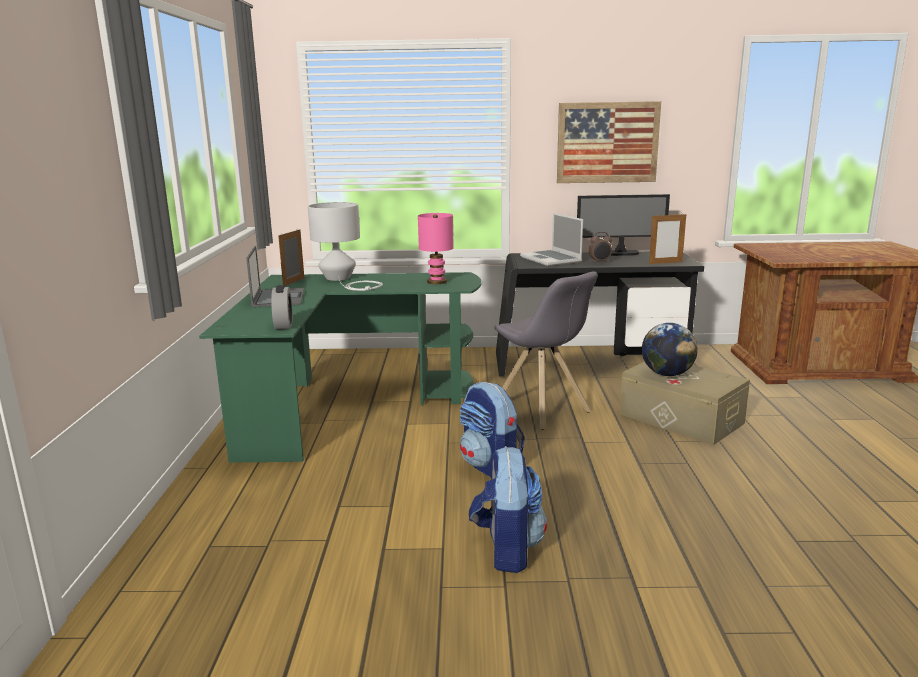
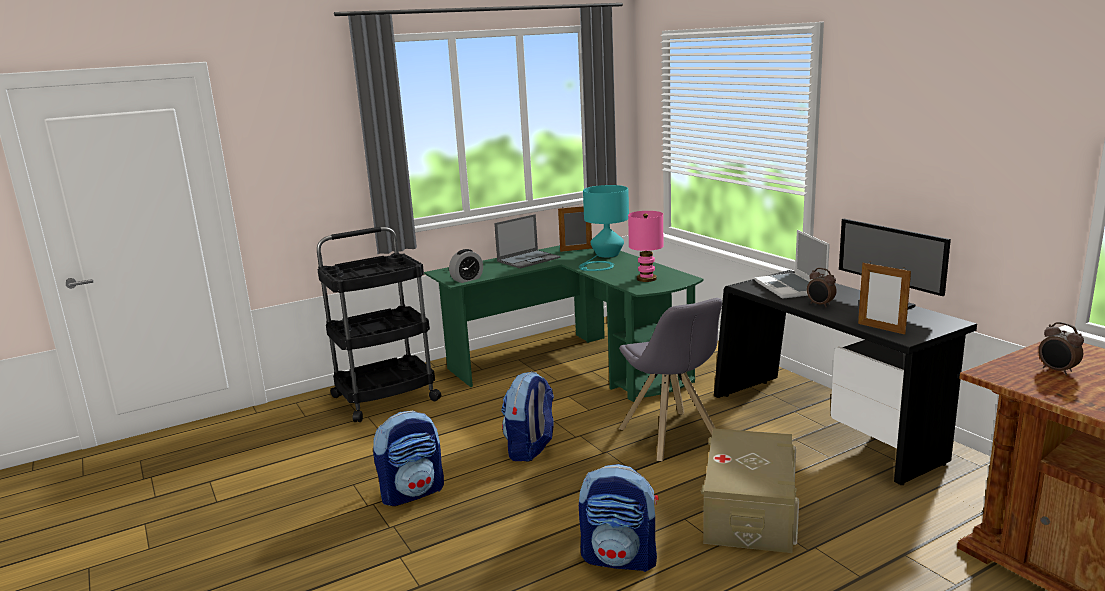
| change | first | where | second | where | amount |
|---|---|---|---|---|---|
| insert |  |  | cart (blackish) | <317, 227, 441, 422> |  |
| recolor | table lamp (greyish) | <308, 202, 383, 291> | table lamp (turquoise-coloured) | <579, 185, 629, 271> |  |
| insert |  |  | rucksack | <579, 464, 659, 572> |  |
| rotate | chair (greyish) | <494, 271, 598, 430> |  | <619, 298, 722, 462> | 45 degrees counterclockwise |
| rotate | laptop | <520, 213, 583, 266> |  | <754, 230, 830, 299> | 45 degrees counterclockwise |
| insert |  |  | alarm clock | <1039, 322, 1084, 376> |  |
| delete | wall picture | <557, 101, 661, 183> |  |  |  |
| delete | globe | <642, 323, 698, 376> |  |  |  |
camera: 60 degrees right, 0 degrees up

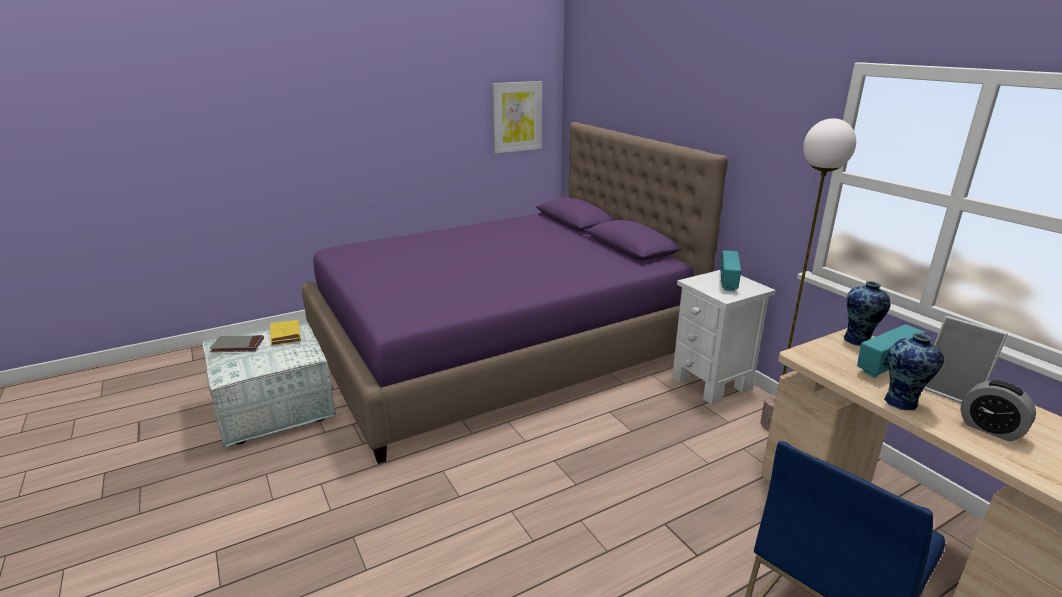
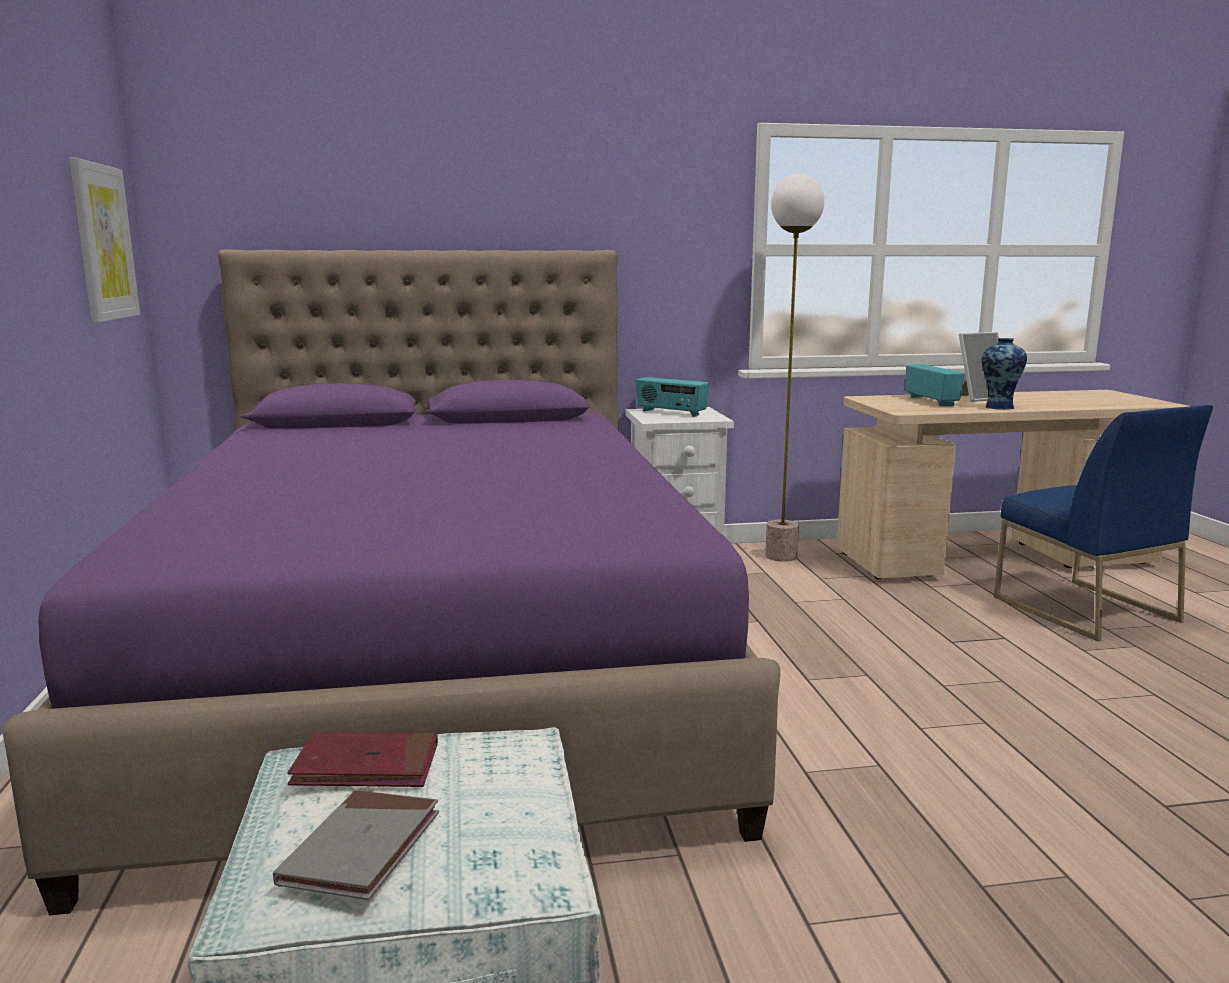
| change | first | where | second | where | amount |
|---|---|---|---|---|---|
| recolor | volume (yellow) | <270, 320, 301, 346> | volume (red-coloured) | <287, 732, 438, 787> |  |
| delete | decorative vase | <844, 281, 891, 346> |  |  |  |
| delete | alarm clock | <960, 380, 1036, 441> |  |  |  |
camera: 70 degrees left, 10 degrees down

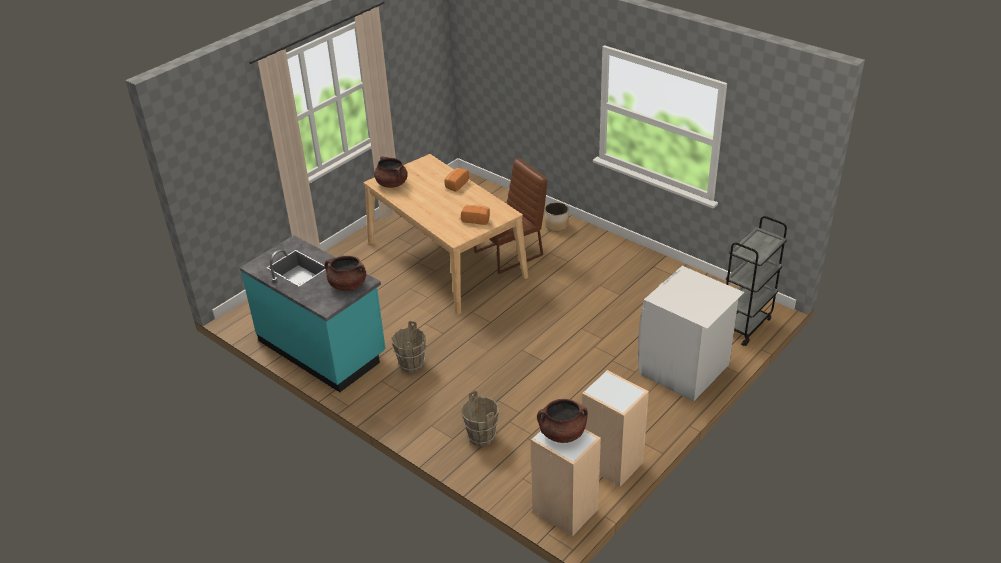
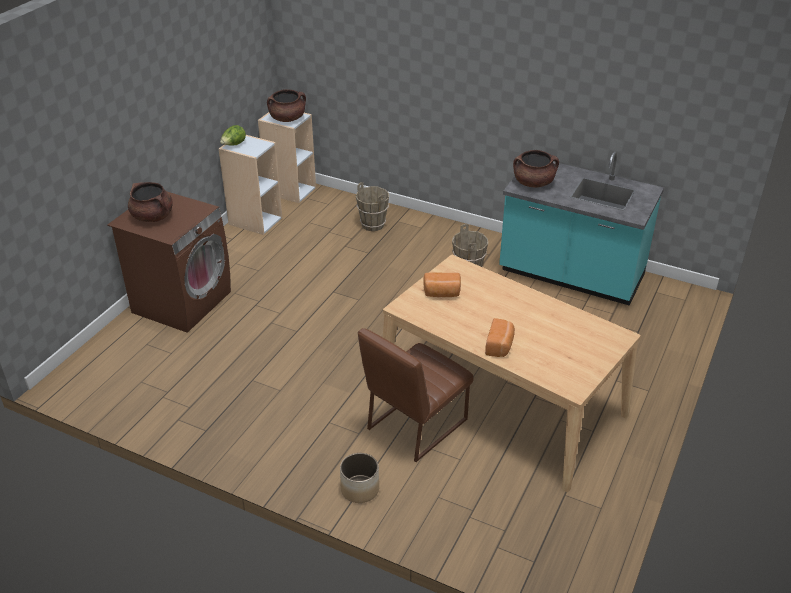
| change | first | where | second | where | amount |
|---|---|---|---|---|---|
| recolor | laundry machine (whitish) | <638, 266, 744, 401> | laundry machine (brown-coloured) | <107, 192, 231, 333> |  |
| move | stockpot (brown-coloured) | <374, 156, 408, 188> |  | <128, 182, 173, 222> |  |
| insert |  |  | lettuce head | <220, 125, 246, 145> |  |
| delete | cart (greyish) | <726, 216, 787, 346> |  |  |  |
camera: 165 degrees right, 0 degrees up

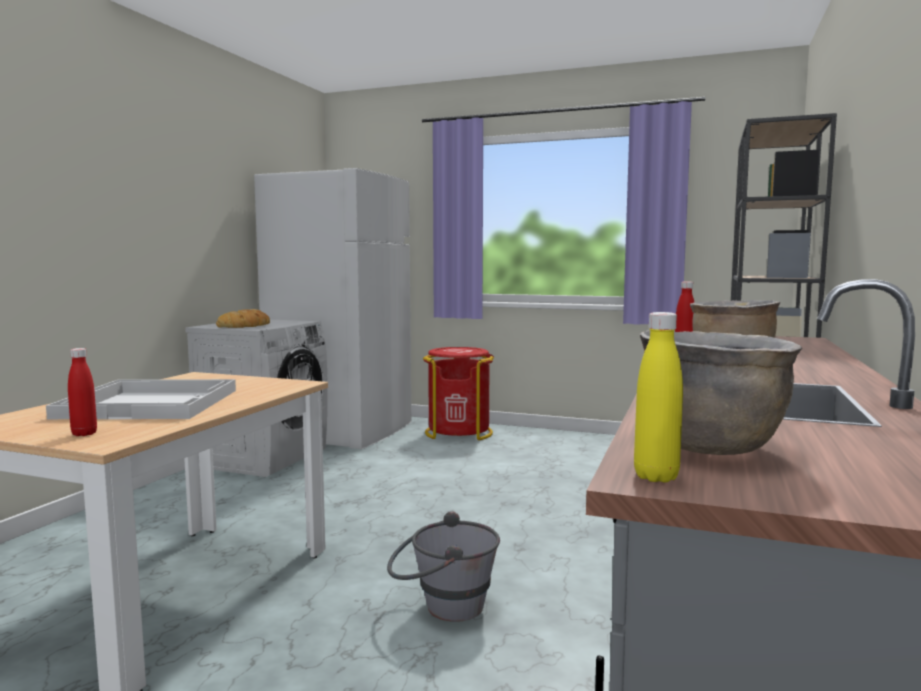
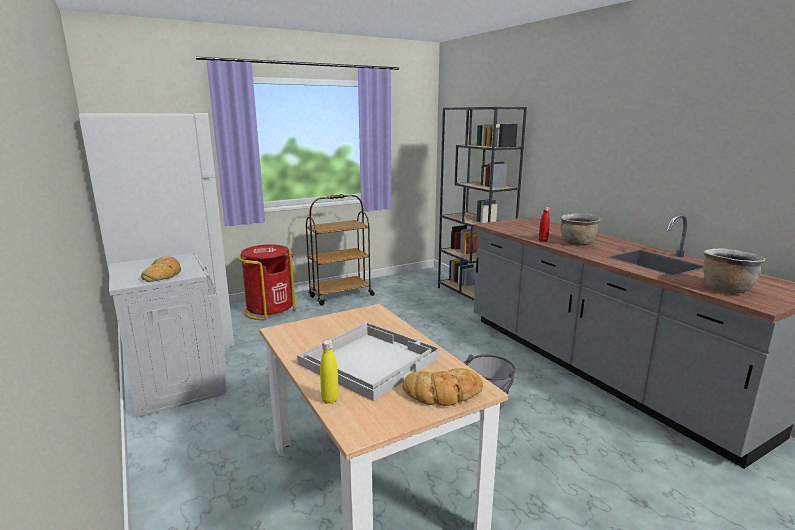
| change | first | where | second | where | amount |
|---|---|---|---|---|---|
| insert |  |  | cart (brown-coloured) | <306, 194, 375, 306> |  |
| move | beverage bottle (yellow) | <634, 312, 683, 483> |  | <320, 340, 339, 404> |  |
| replace | beverage bottle (red-coloured) | <68, 348, 97, 436> | bakery bread | <402, 368, 483, 406> |  |
camera: 50 degrees left, 10 degrees up

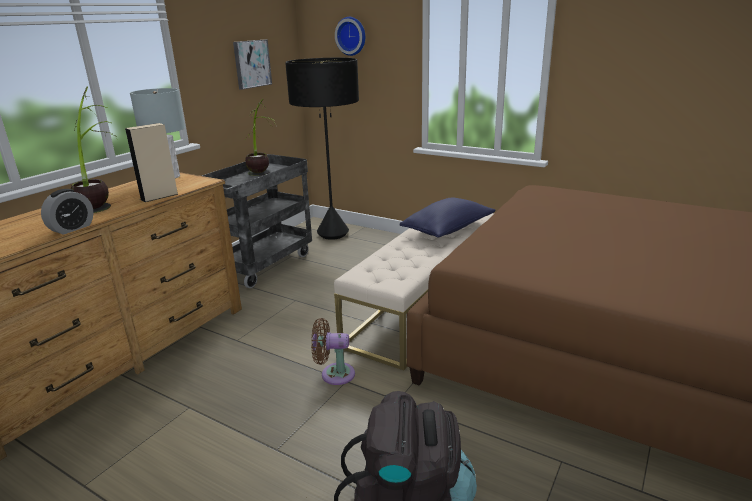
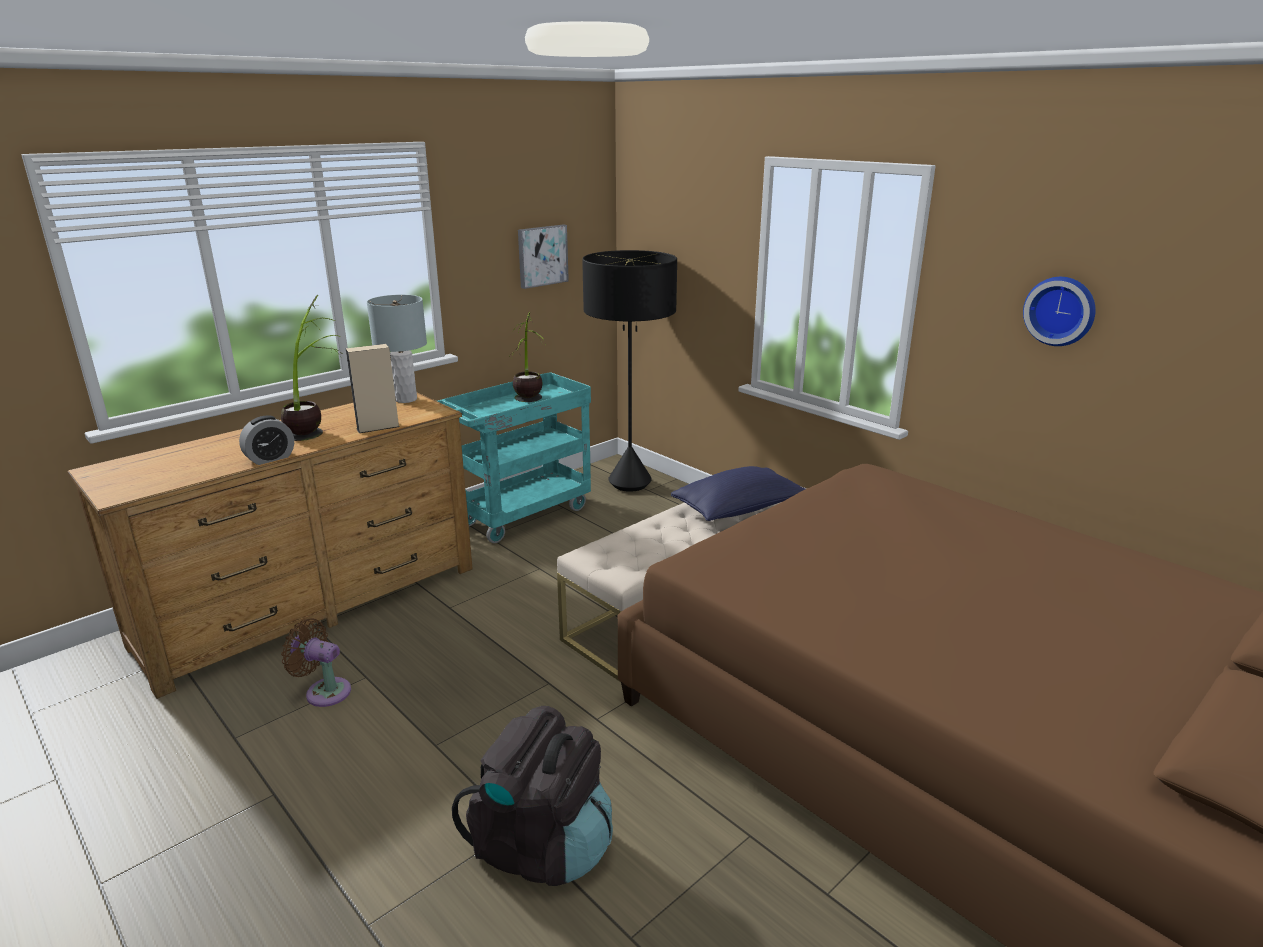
| change | first | where | second | where | amount |
|---|---|---|---|---|---|
| move | cooling fan (brown-coloured) | <311, 318, 355, 385> |  | <281, 618, 351, 707> |  |
| recolor | cart (blackish) | <202, 154, 312, 288> | cart (turquoise-coloured) | <437, 372, 591, 543> |  |
| move | clock on the wall | <335, 17, 365, 56> |  | <1023, 277, 1096, 346> |  |
camera: 15 degrees right, 0 degrees up

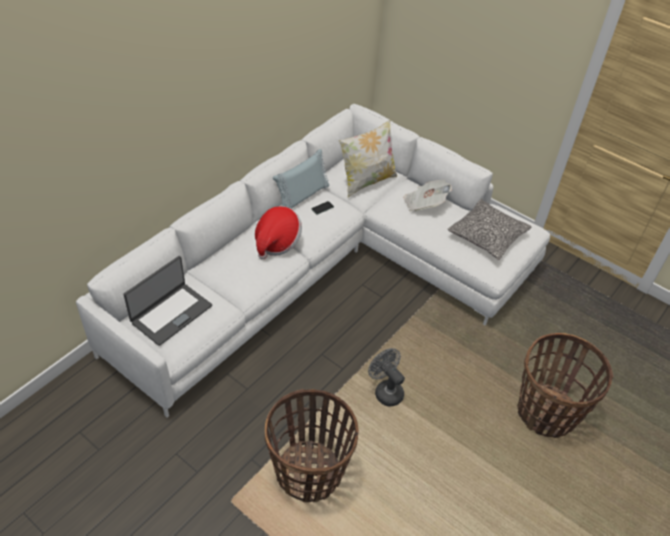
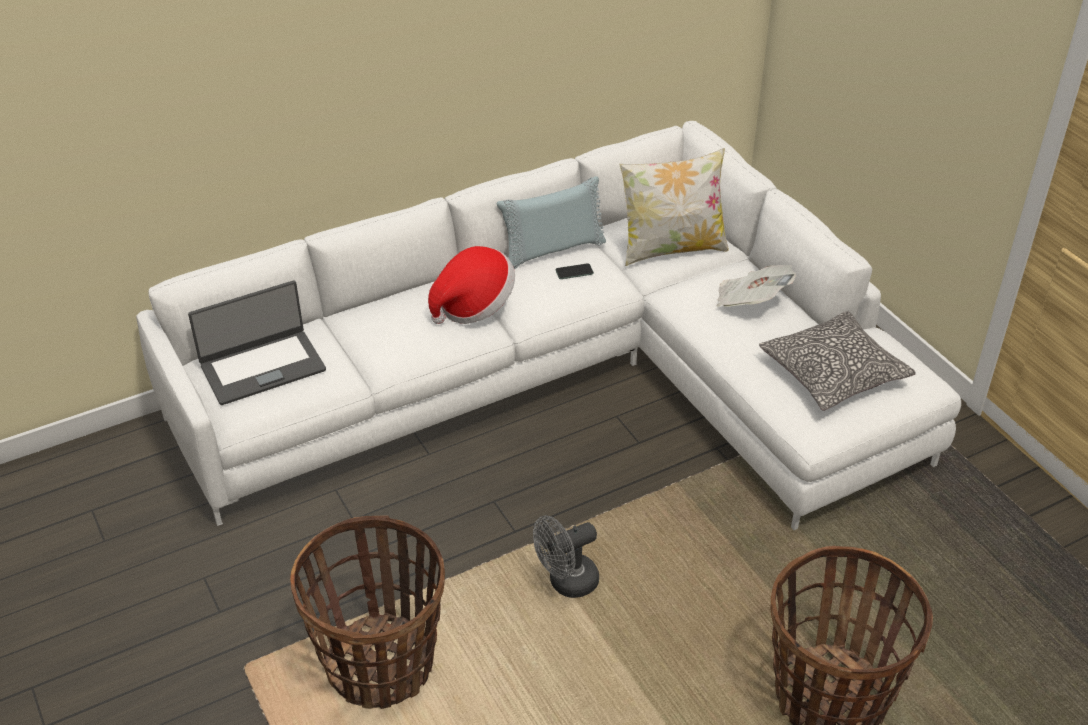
| change | first | where | second | where | amount |
|---|---|---|---|---|---|
| rotate | cooling fan (greyish) | <368, 348, 405, 407> |  | <533, 515, 599, 598> | 105 degrees counterclockwise |
camera: 25 degrees right, 5 degrees down

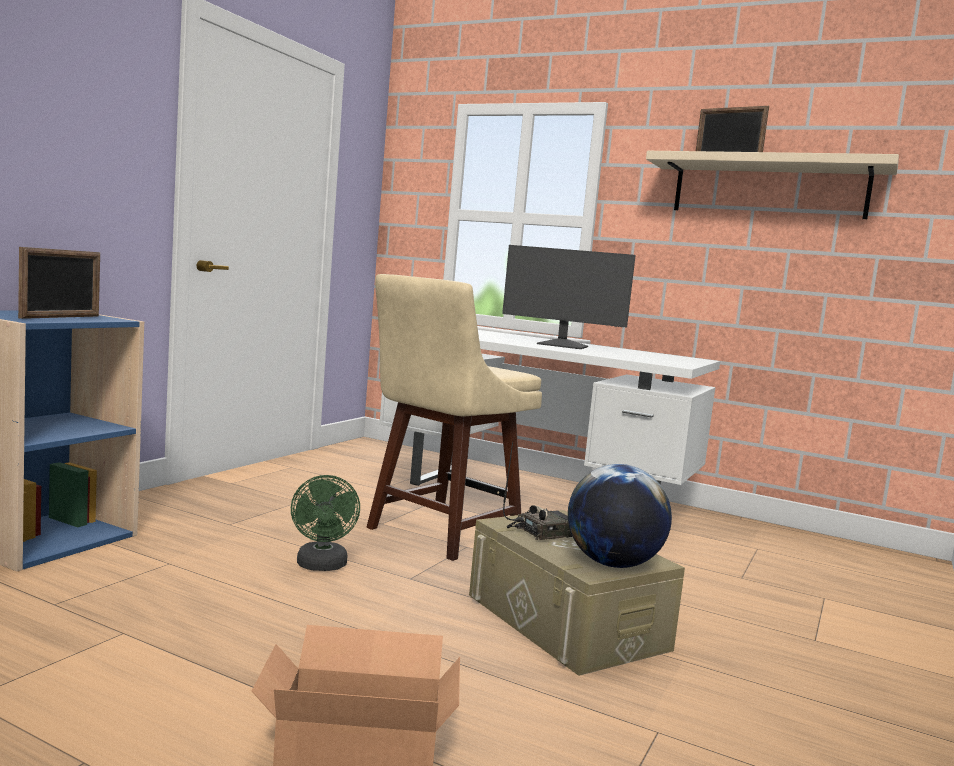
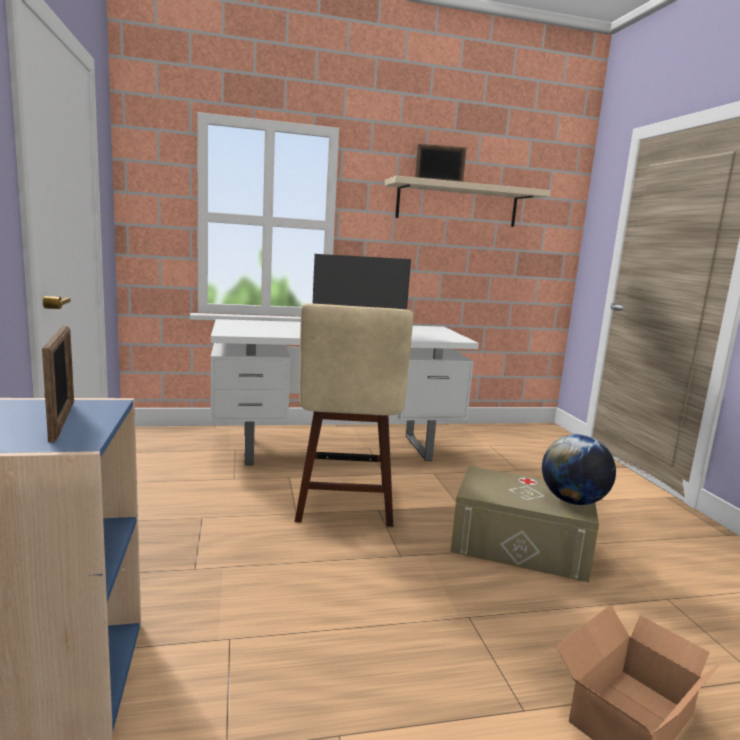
| change | first | where | second | where | amount |
|---|---|---|---|---|---|
| delete | cooling fan (greenish) | <291, 475, 360, 571> |  |  |  |
| delete | radio set | <503, 441, 572, 540> |  |  |  |
camera: 40 degrees left, 5 degrees up

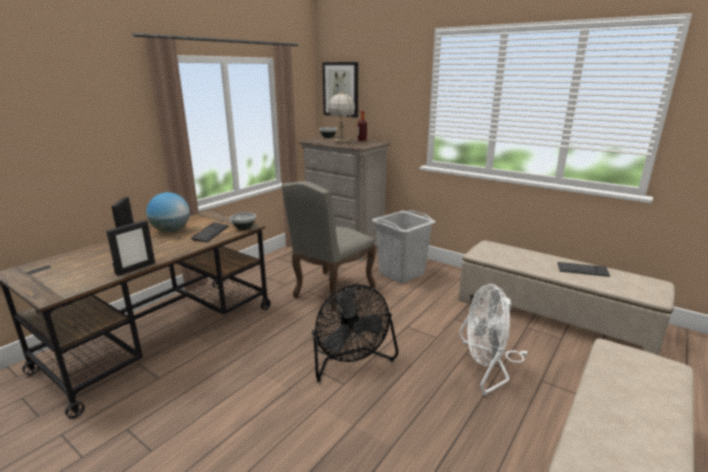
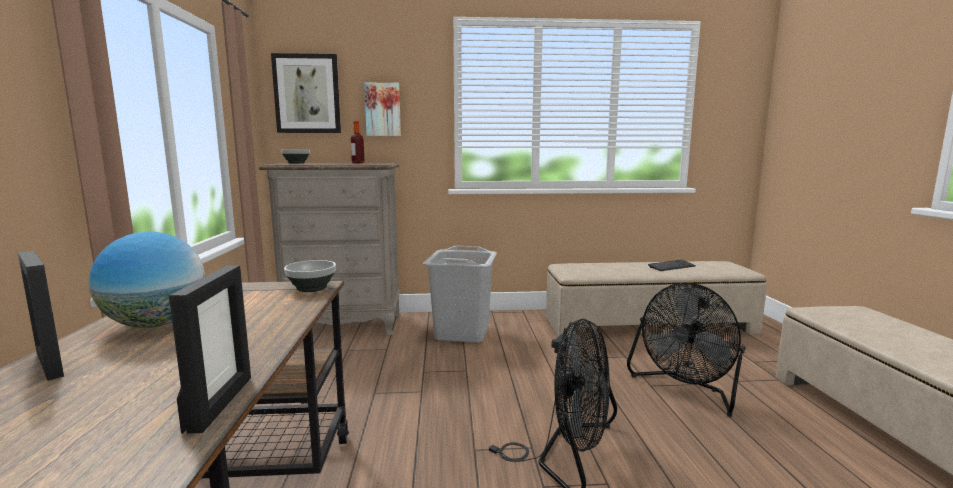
| change | first | where | second | where | amount |
|---|---|---|---|---|---|
| insert |  |  | wall picture | <364, 83, 401, 136> |  |
| recolor | cooling fan (whitish) | <459, 284, 528, 396> | cooling fan (blackish) | <627, 283, 746, 417> |  |
| delete | computer keyboard | <191, 222, 229, 243> |  |  |  |
| delete | chair (greyish) | <282, 181, 375, 312> |  |  |  |
| delete | table lamp | <328, 91, 355, 143> |  |  |  |
camera: 40 degrees left, 10 degrees down

